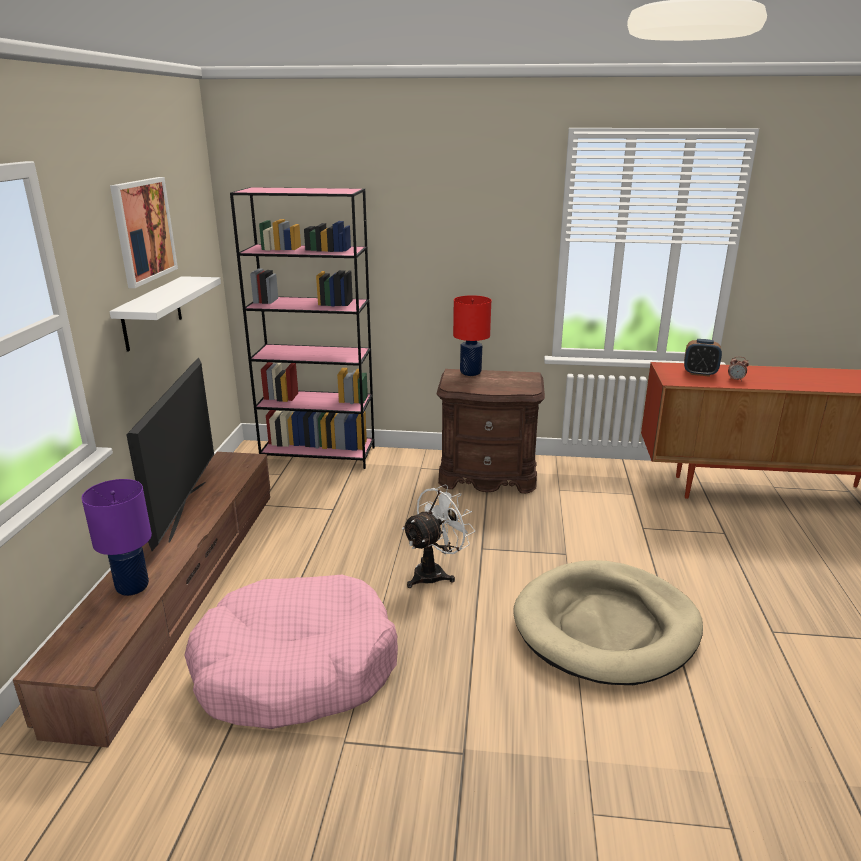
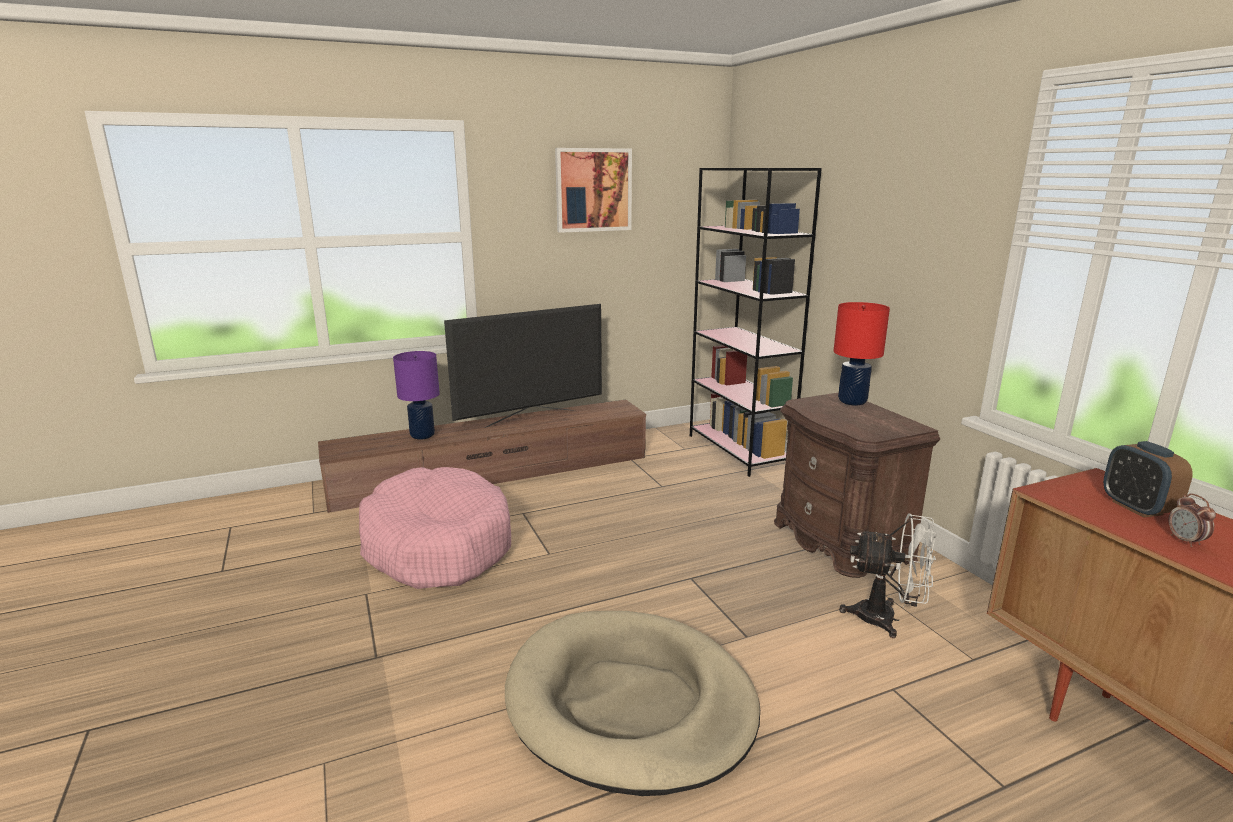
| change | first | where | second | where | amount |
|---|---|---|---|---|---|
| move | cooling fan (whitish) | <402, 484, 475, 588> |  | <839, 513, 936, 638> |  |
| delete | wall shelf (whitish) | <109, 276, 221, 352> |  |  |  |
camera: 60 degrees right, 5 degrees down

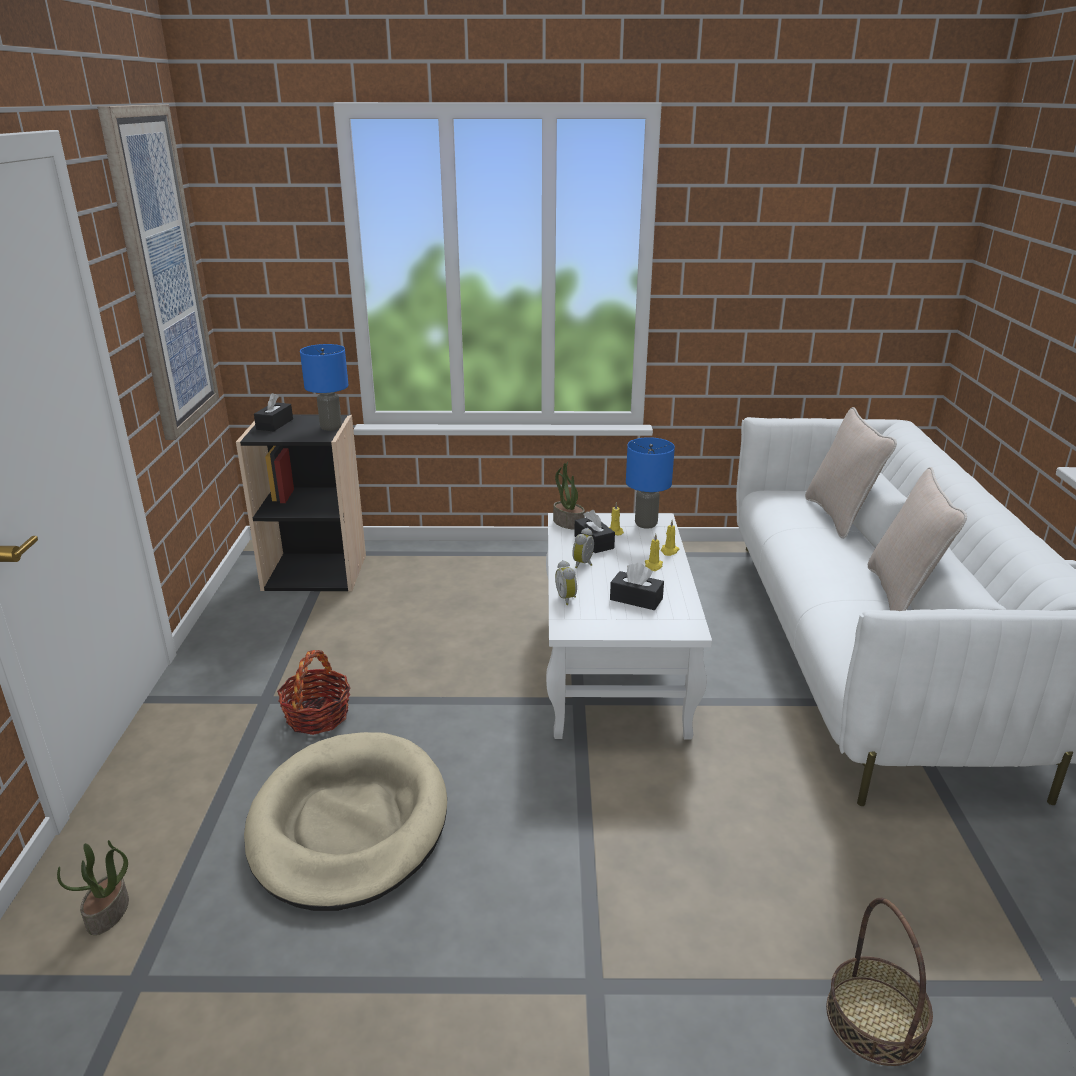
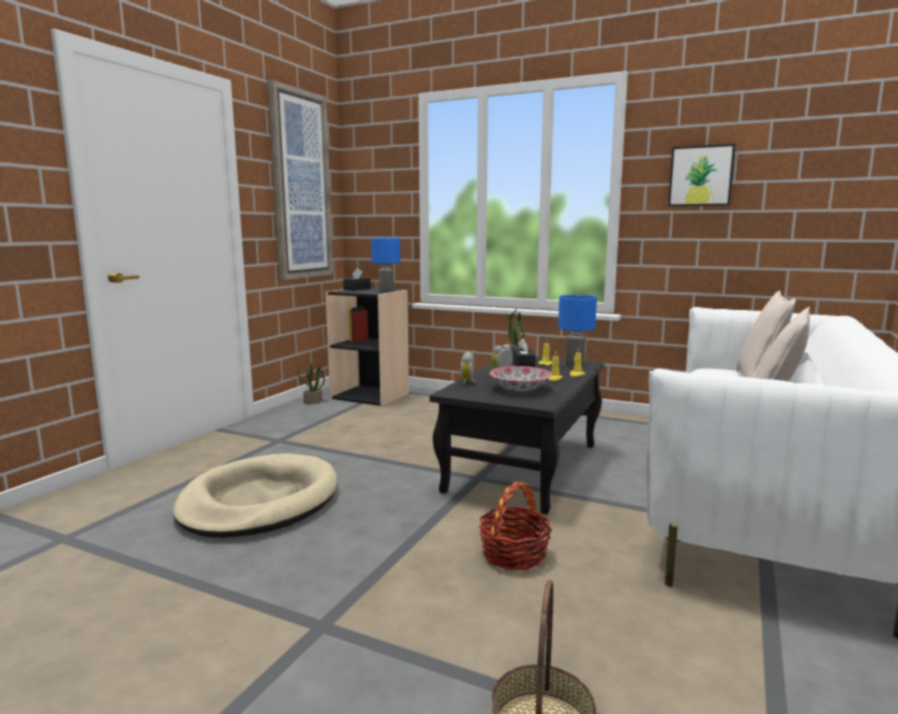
| change | first | where | second | where | amount |
|---|---|---|---|---|---|
| move | houseplant | <57, 840, 129, 935> |  | <298, 362, 325, 404> |  |
| recolor | lounge table (whitish) | <546, 513, 712, 740> | lounge table (blackish) | <430, 356, 604, 514> |  |
| move | basket | <277, 650, 350, 735> |  | <479, 482, 552, 570> |  |
| replace | tissue box (blackish) | <610, 563, 664, 610> | deep dish | <490, 366, 552, 391> |  |
| insert |  |  | wall picture | <668, 144, 736, 206> |  |
camera: 25 degrees right, 15 degrees down

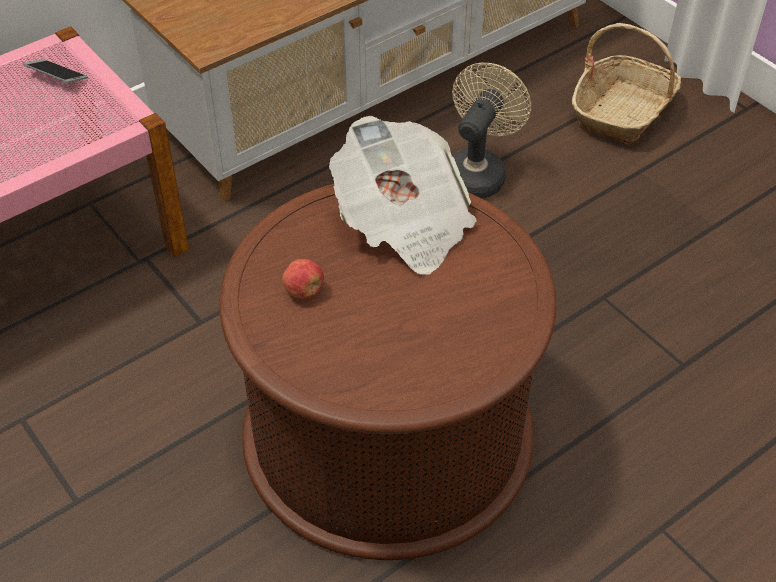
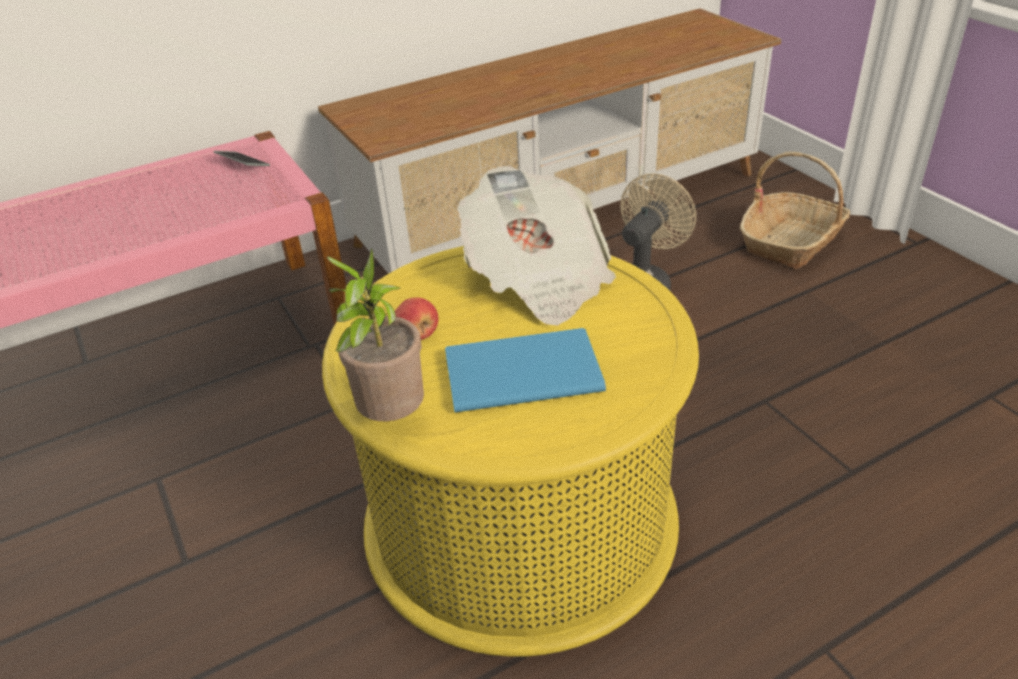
| change | first | where | second | where | amount |
|---|---|---|---|---|---|
| recolor | lounge table (brown-coloured) | <219, 184, 557, 560> | lounge table (yellow) | <322, 246, 699, 657> |  |
| insert |  |  | houseplant | <326, 248, 424, 421> |  |
| insert |  |  | volume (blue) | <445, 328, 606, 413> |  |
camera: 10 degrees right, 10 degrees down

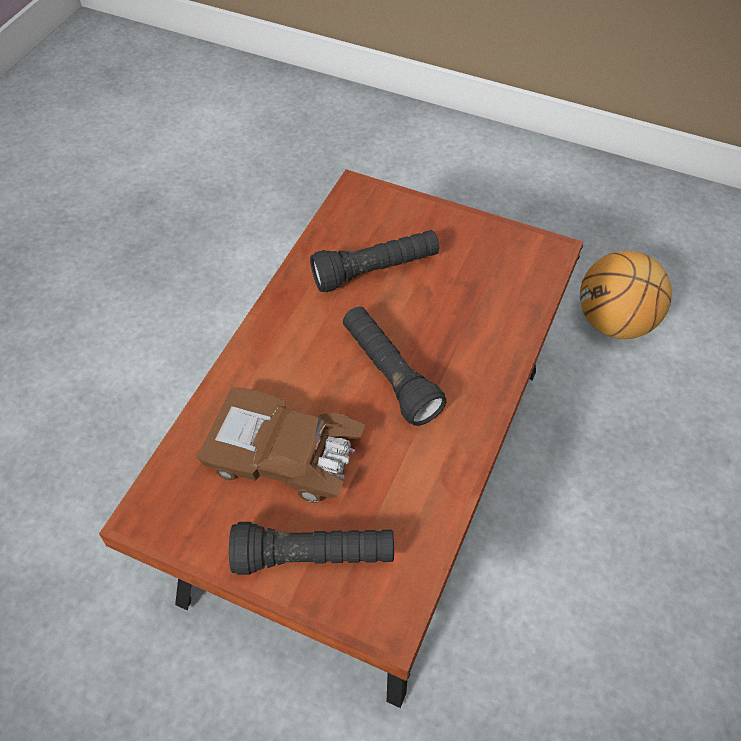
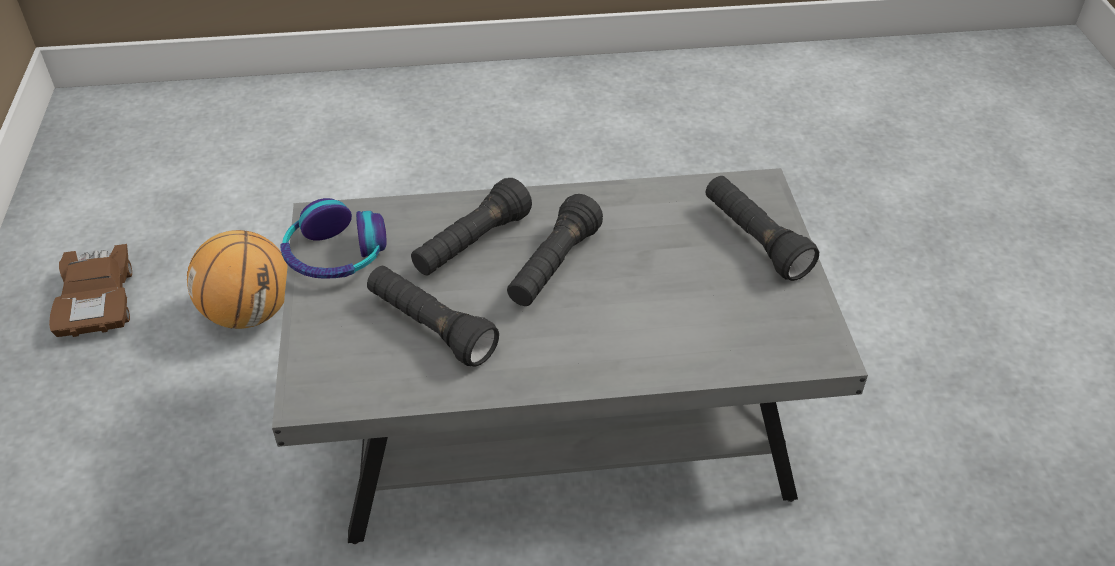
| change | first | where | second | where | amount |
|---|---|---|---|---|---|
| move | toy car (brown-coloured) | <196, 387, 365, 503> |  | <49, 244, 132, 337> |  |
| recolor | lounge table (brown-coloured) | <99, 169, 583, 708> | lounge table (greyish) | <272, 168, 868, 544> |  |
| insert |  |  | headset | <280, 198, 387, 279> |  |
| insert |  |  | flashlight (blackish) | <411, 178, 532, 275> |  |
camera: 120 degrees left, 10 degrees down

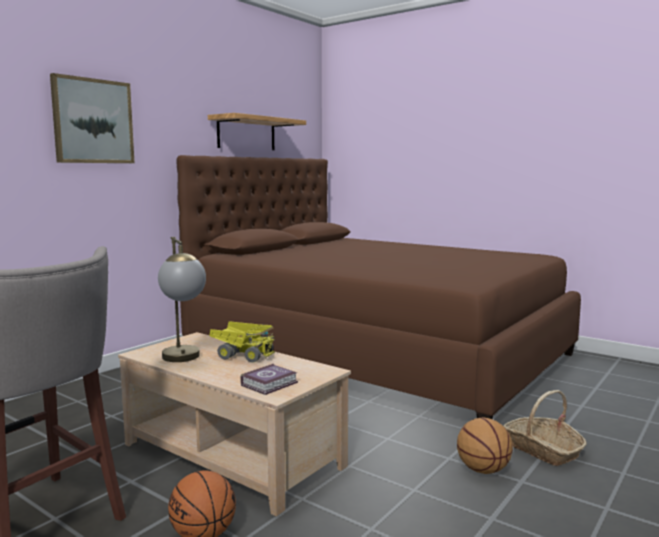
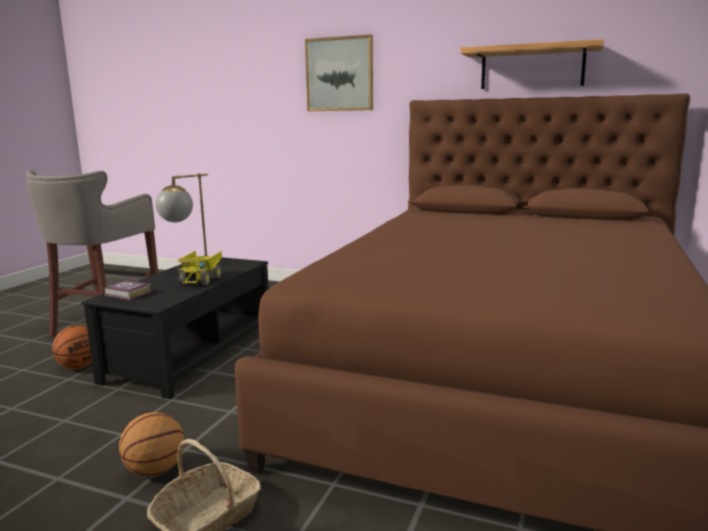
| change | first | where | second | where | amount |
|---|---|---|---|---|---|
| recolor | lounge table (beige) | <118, 332, 351, 517> | lounge table (blackish) | <81, 256, 269, 399> |  |
camera: 75 degrees right, 5 degrees up

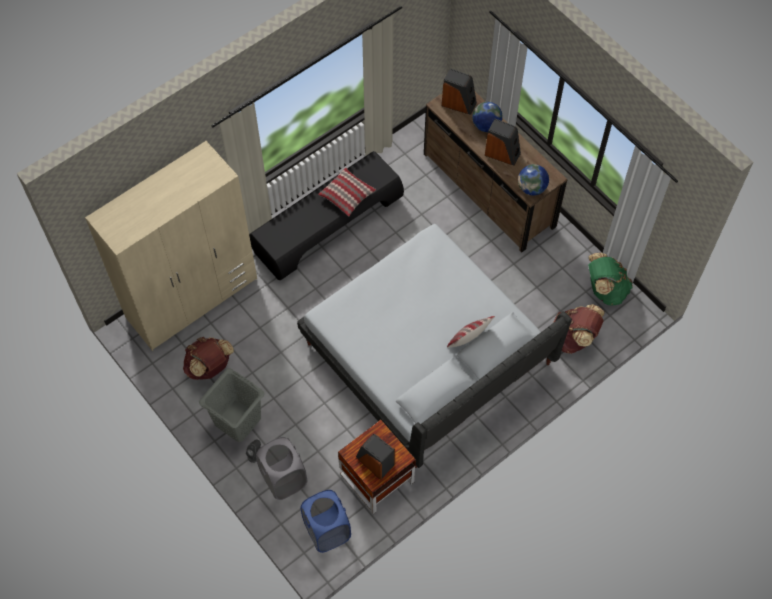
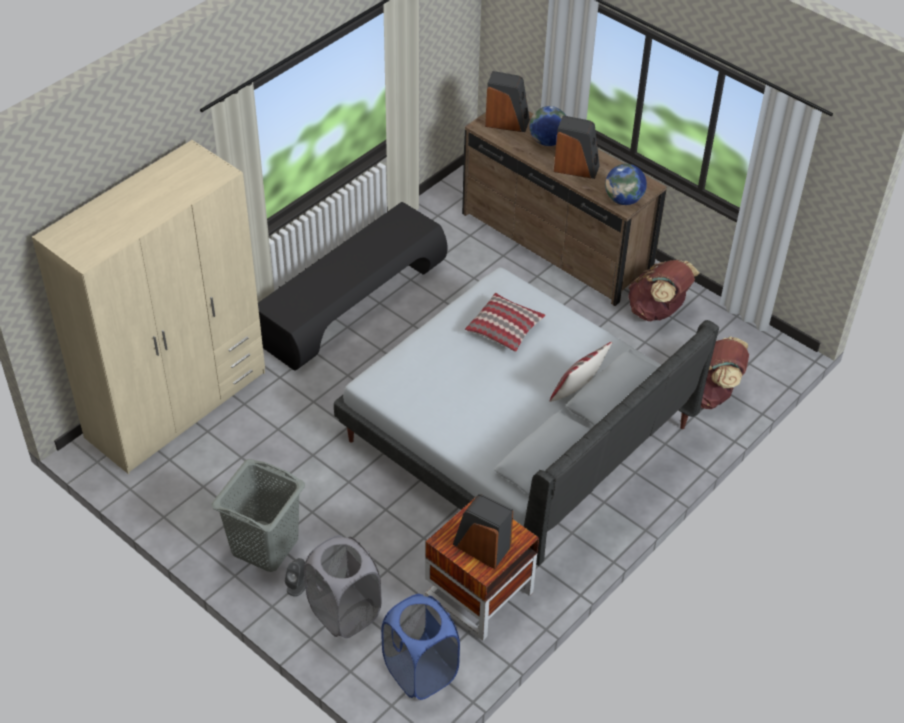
| change | first | where | second | where | amount |
|---|---|---|---|---|---|
| move | cushion | <318, 168, 376, 216> |  | <465, 293, 546, 352> |  |
| move | rucksack (brown-coloured) | <183, 336, 234, 380> |  | <628, 260, 700, 321> |  |
| delete | rucksack (greenish) | <588, 253, 633, 306> |  |  |  |
camera: 10 degrees left, 15 degrees down

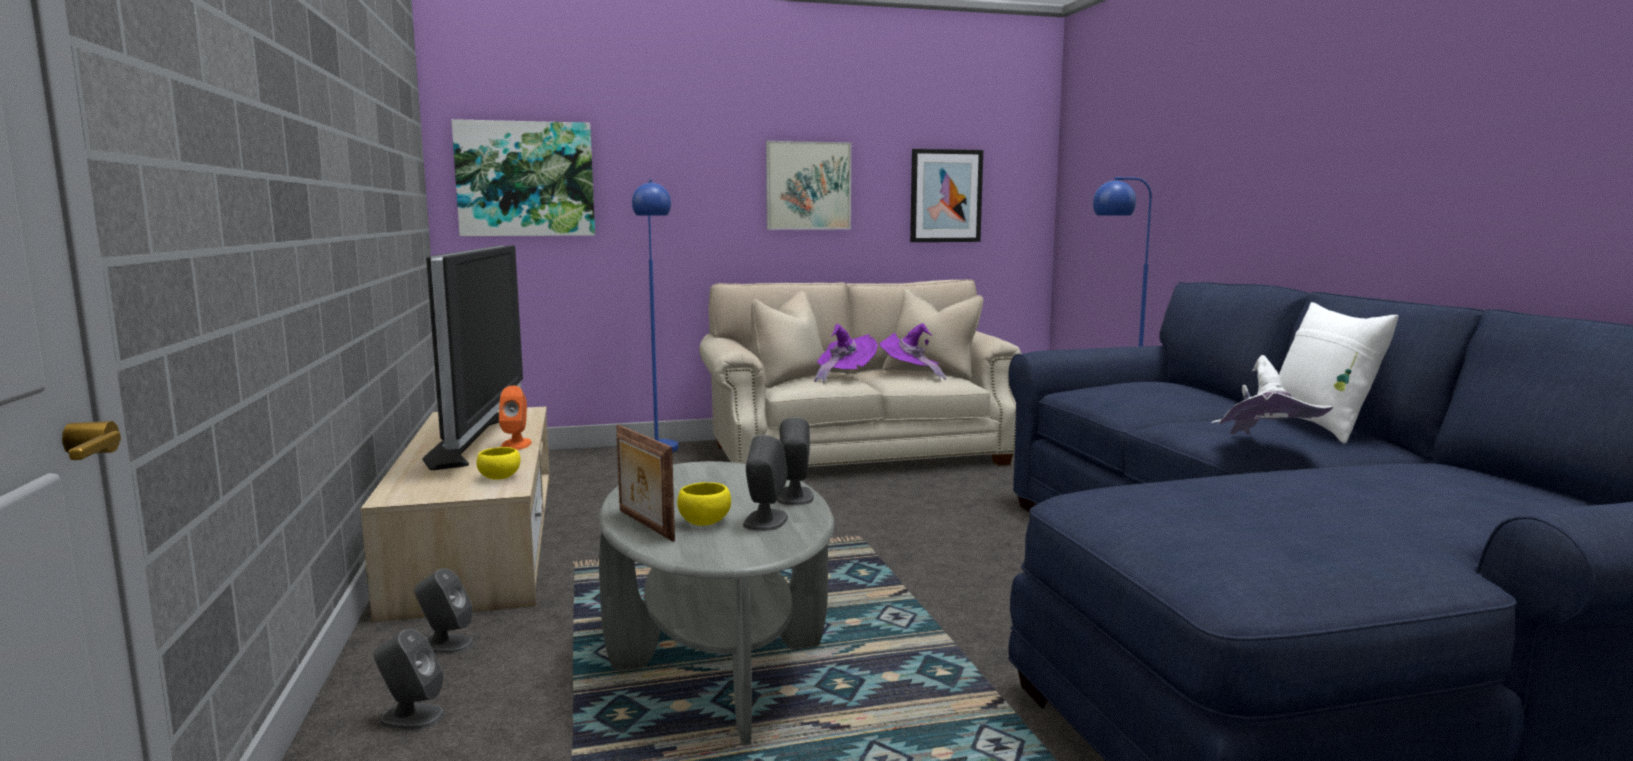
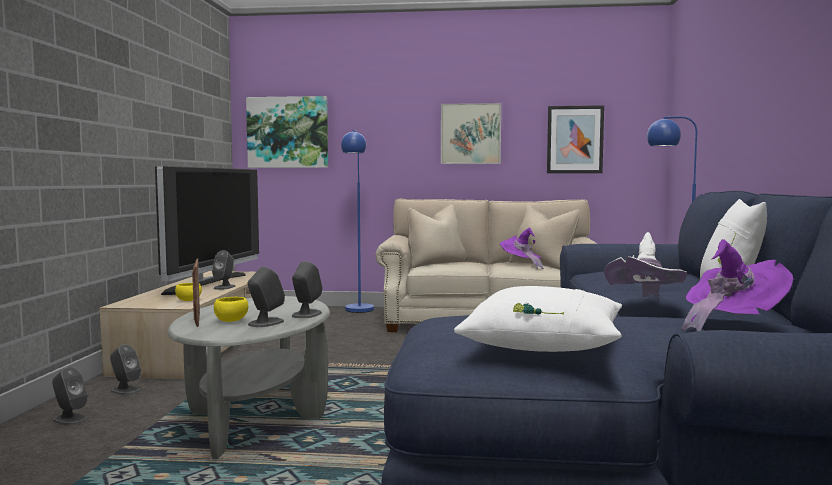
| change | first | where | second | where | amount |
|---|---|---|---|---|---|
| recolor | speaker (orange) | <499, 386, 532, 450> | speaker (greyish) | <212, 250, 235, 290> |  |
| insert |  |  | cushion (whitish) | <454, 286, 622, 352> |  |
| move | wearable hat (purple-coloured) | <814, 324, 878, 383> |  | <681, 239, 793, 331> |  |
camera: 20 degrees right, 5 degrees down

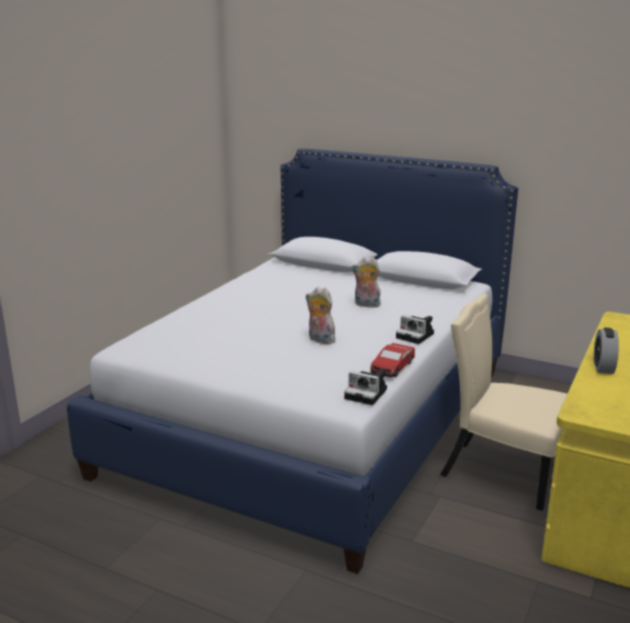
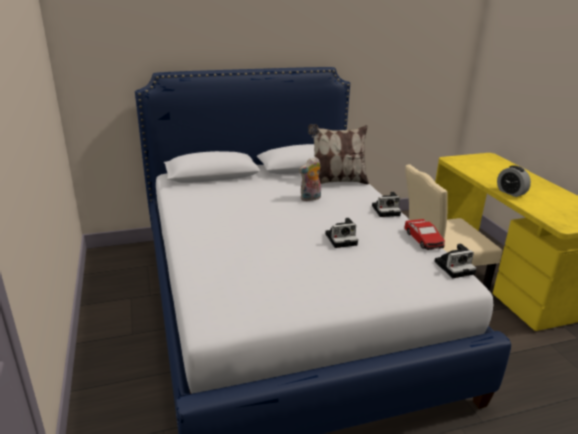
| change | first | where | second | where | amount |
|---|---|---|---|---|---|
| insert |  |  | cushion | <308, 124, 369, 184> |  |
| replace | soft toy | <306, 287, 335, 344> | photo camera | <325, 218, 358, 248> |  |
camera: 45 degrees left, 5 degrees up

